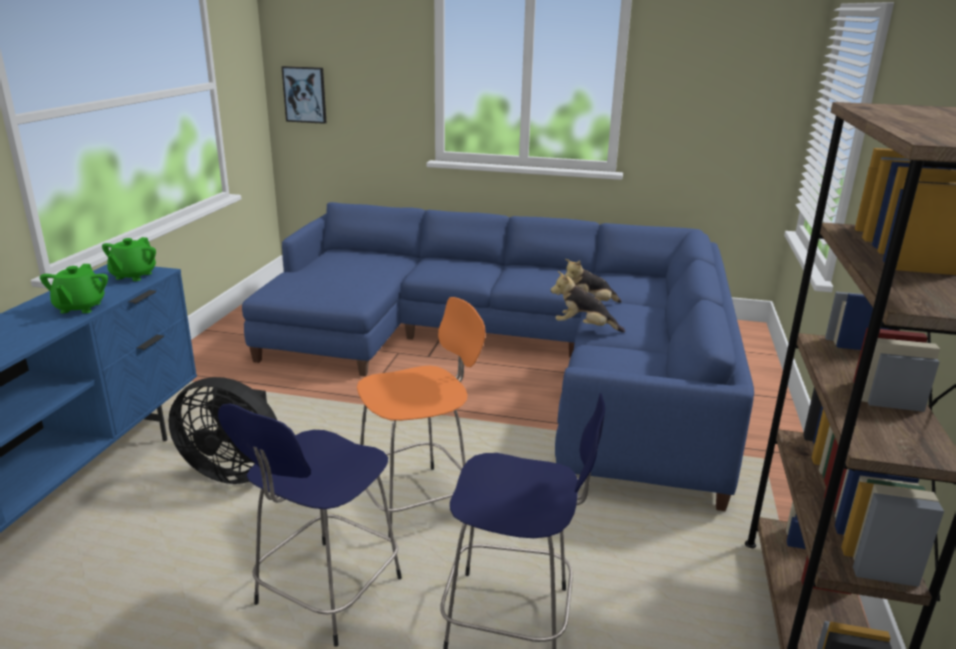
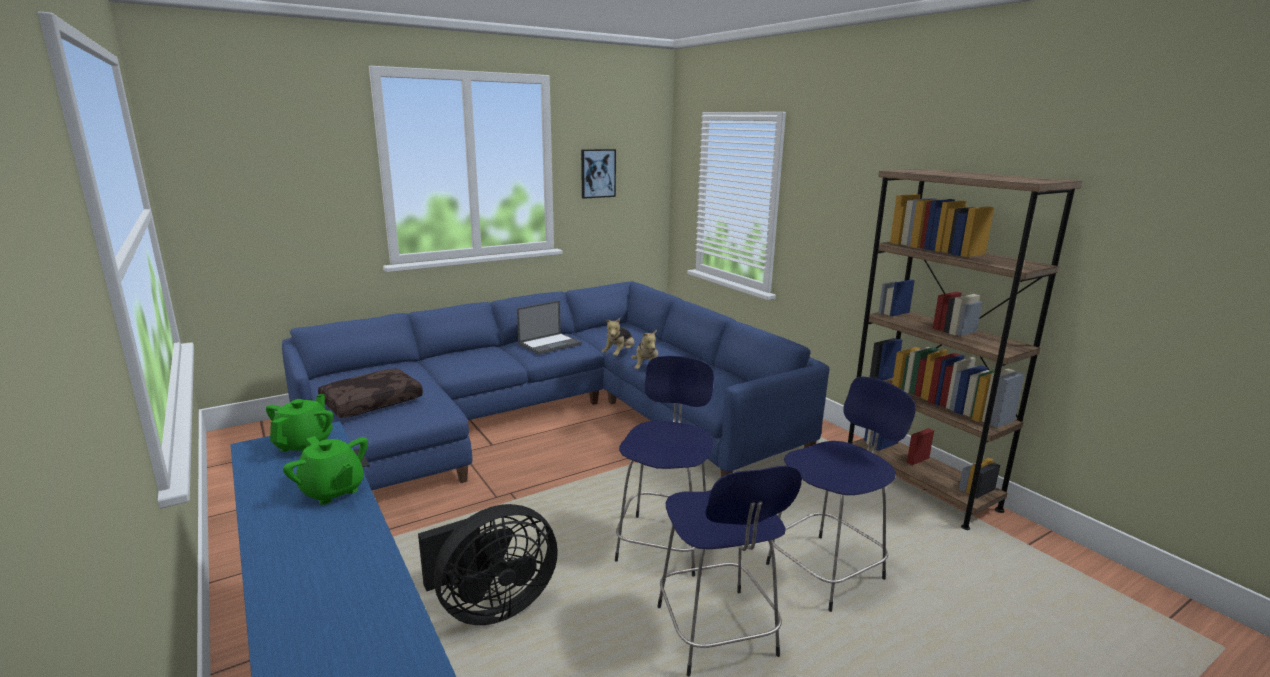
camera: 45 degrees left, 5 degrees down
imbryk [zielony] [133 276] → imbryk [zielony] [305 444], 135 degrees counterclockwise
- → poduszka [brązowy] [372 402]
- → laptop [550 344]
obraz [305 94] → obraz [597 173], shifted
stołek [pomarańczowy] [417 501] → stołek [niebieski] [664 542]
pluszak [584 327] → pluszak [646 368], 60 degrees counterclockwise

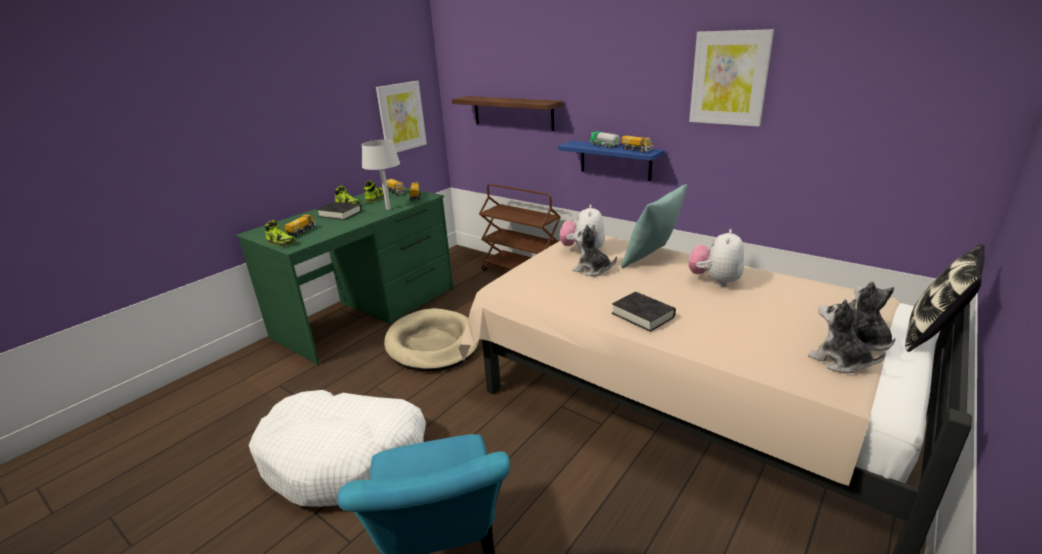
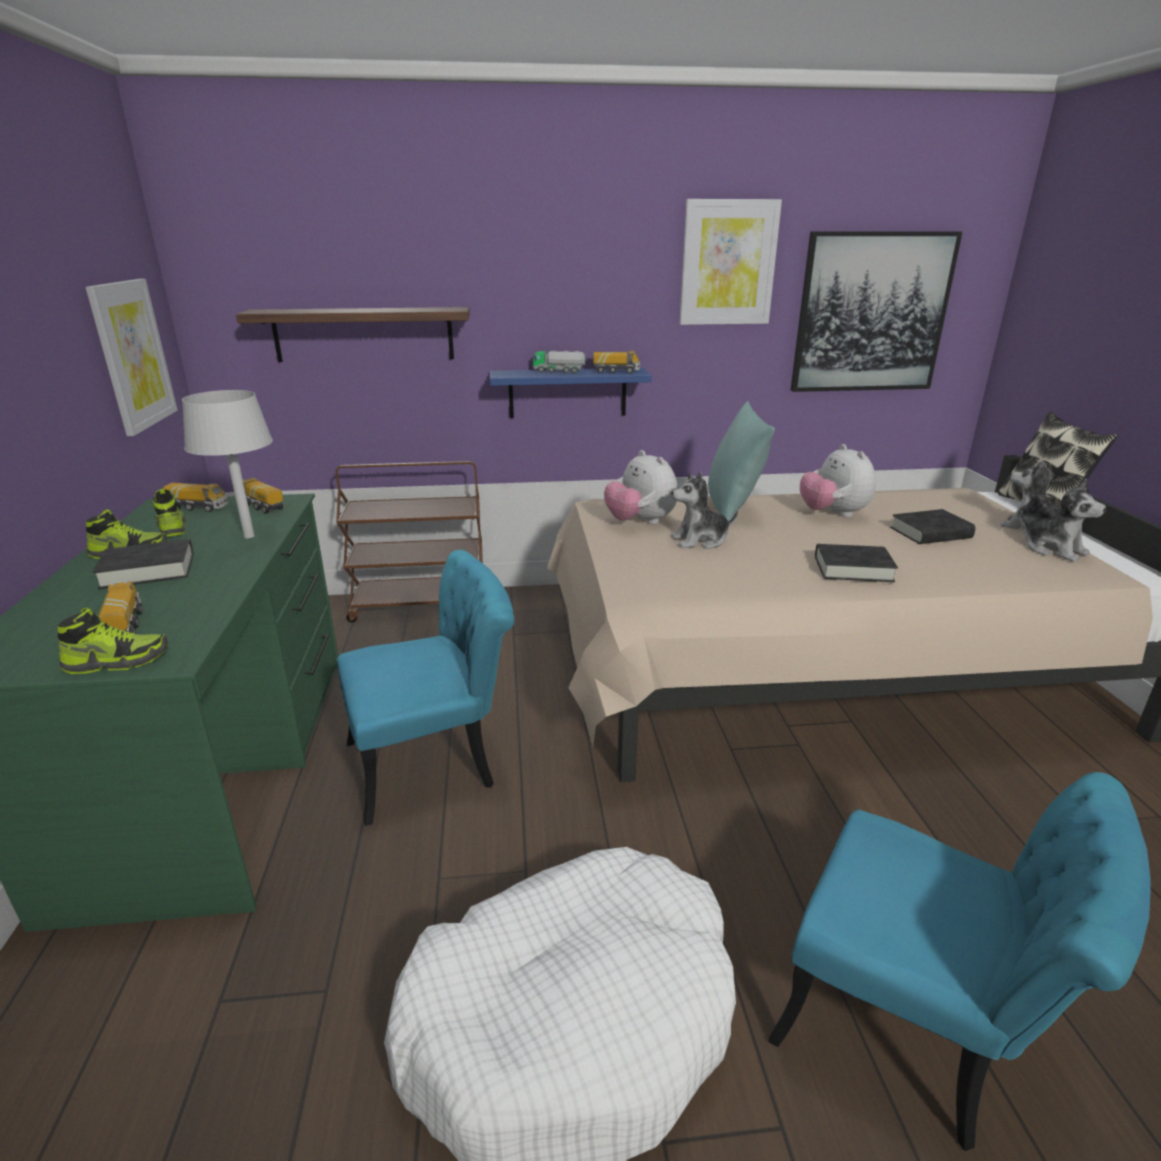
camera: 45 degrees left, 0 degrees up
legowisko [beżowy] [433 344] → krzesło [turkusowy] [436 761]
- → obraz [871 313]
- → książka [czarny] [930 533]
pluszak [839 361] → pluszak [1053 549], 135 degrees counterclockwise

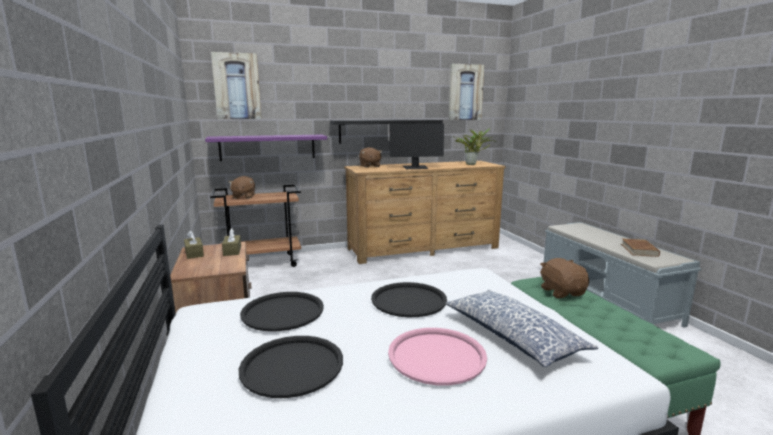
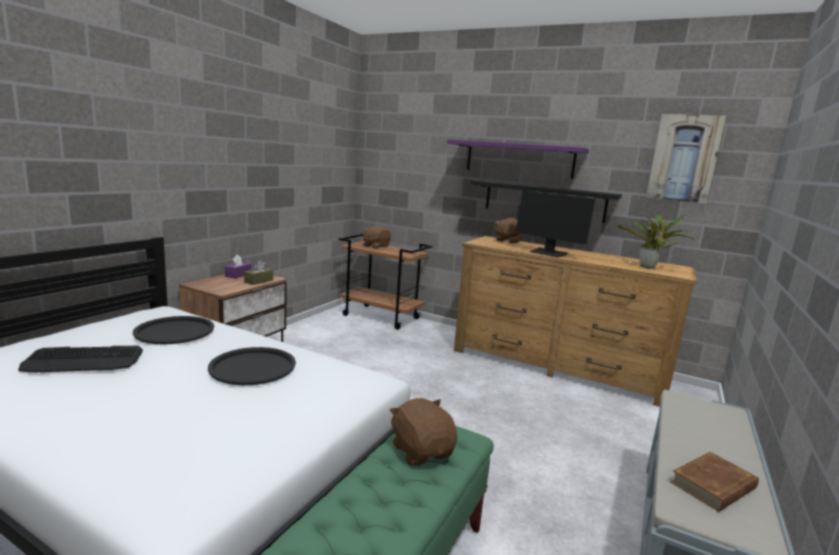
camera: 45 degrees right, 0 degrees up
taca [czarny] [292 366] → klawiatura [84 360]
pudełko chusteczek [brązowy] [194 253] → pudełko chusteczek [fioletowy] [238 275]
pluszak [brązowy] [562 292] → pluszak [brązowy] [422 451], 60 degrees counterclockwise
półka [fioletowy] [268 147] → półka [fioletowy] [519 159], shifted
obraz [237 86] → -
taca [różowy] [437 356] → -
poduszka [511 337] → -

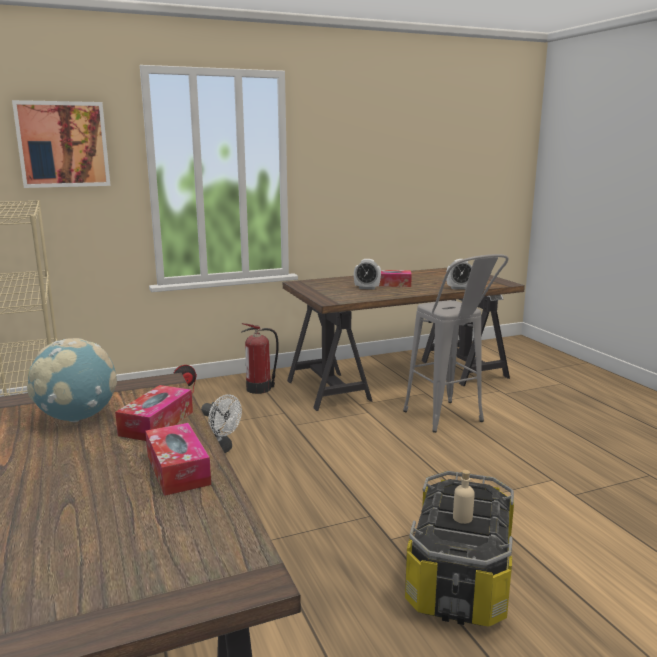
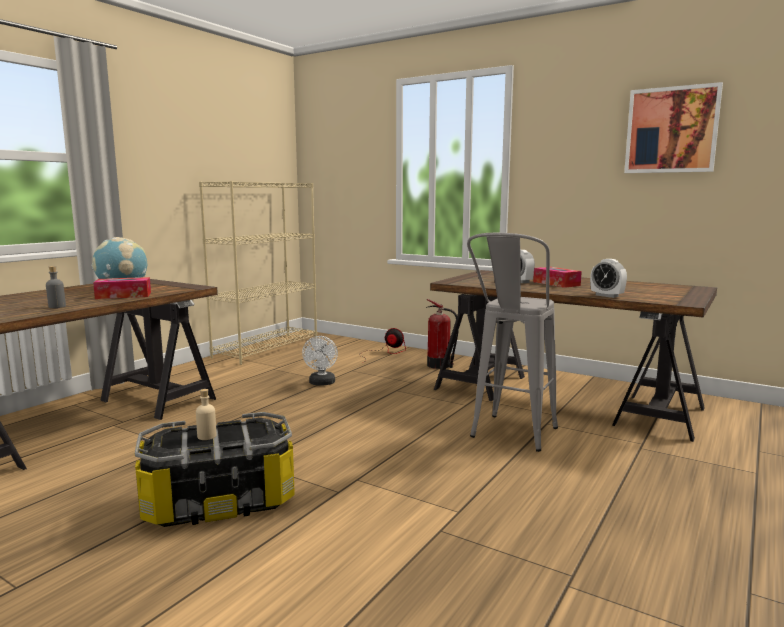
camera: 55 degrees right, 5 degrees down
pudełko chusteczek [178 469] → butelka [szary] [57 306]
obraz [63 144] → obraz [671 130], shifted

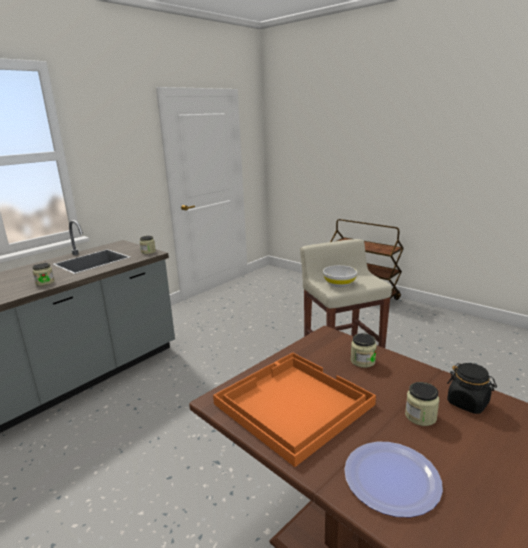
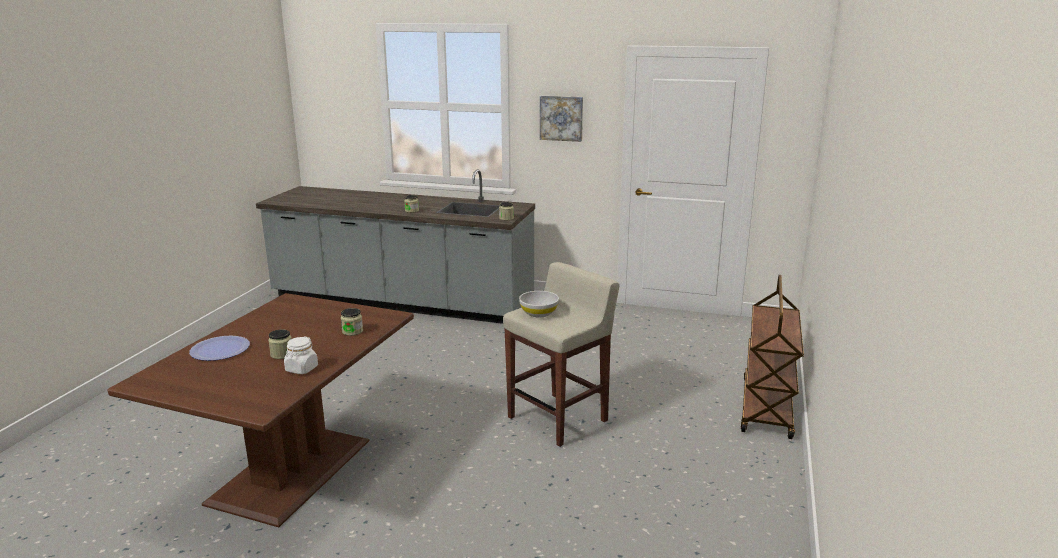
camera: 65 degrees right, 0 degrees up
słoik [czarny] [468 403] → słoik [biały] [301 369]
- → obraz [561 118]
taca [pomarańczowy] [291 404] → -

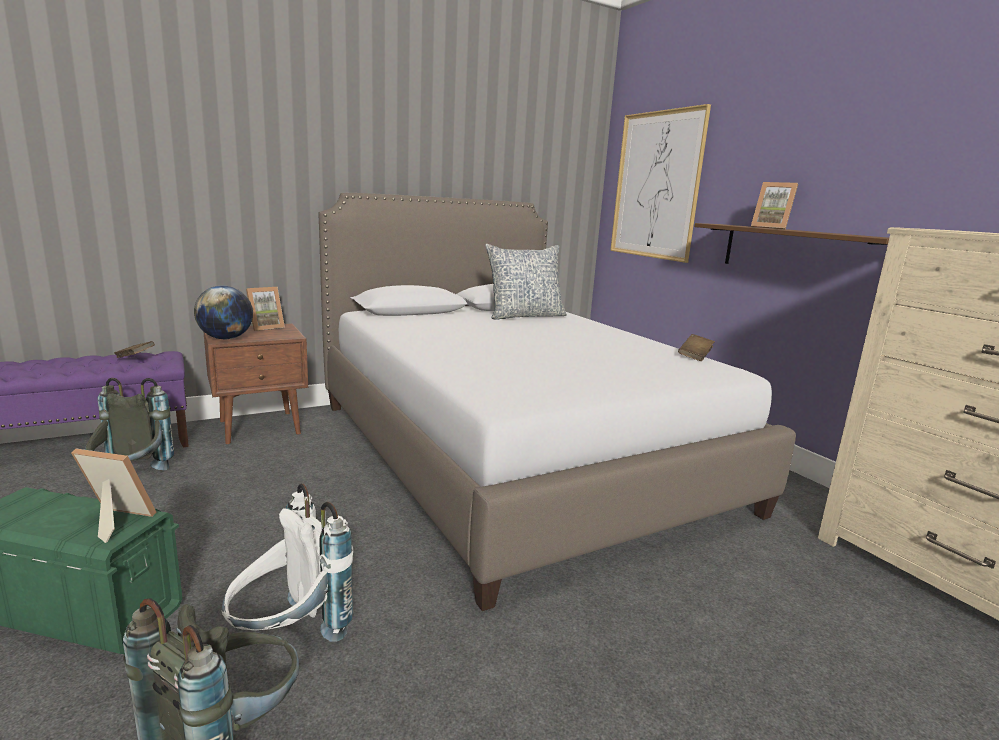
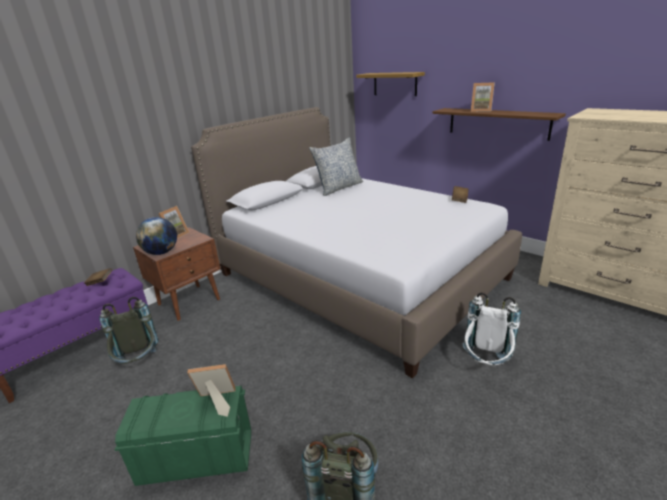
camera: 15 degrees left, 10 degrees up
obraz [656 185] → półka [395 84]
plecak [biały] [289 637] → plecak [biały] [486 365], shifted

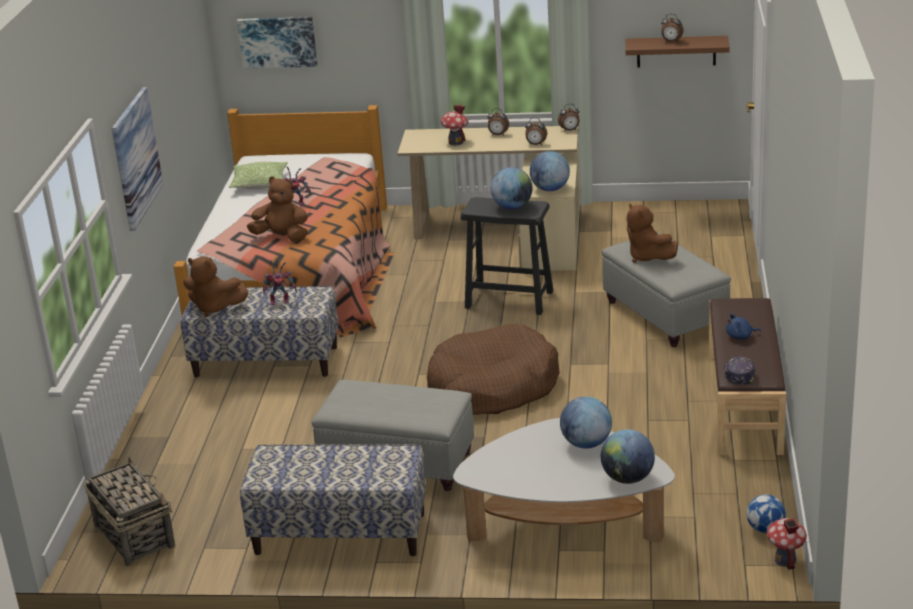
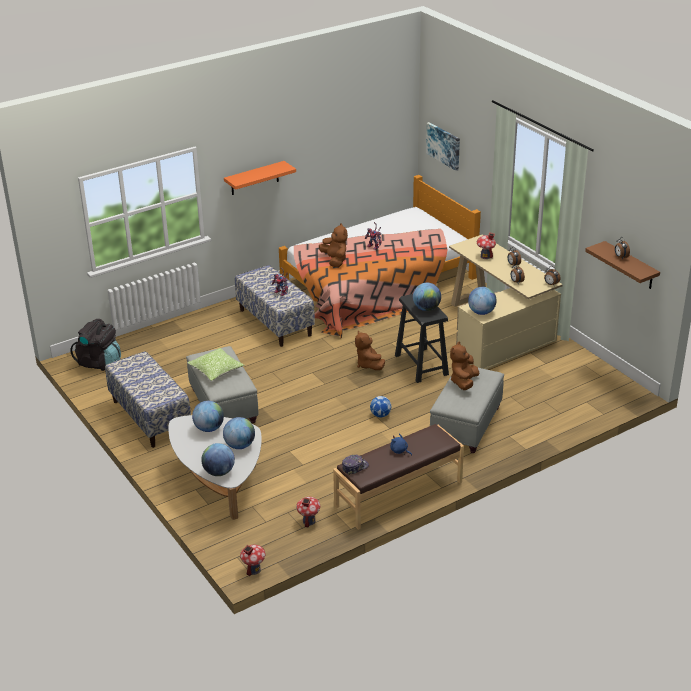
camera: 50 degrees right, 5 degrees up
koszyk [134 535] → plecak [czarny] [99 362]
poduszka [260 184] → poduszka [216 370], shifted
- → globus [209 428]
obraz [136 158] → półka [pomarańczowy] [254 178]
- → domek [309 521]
pluszak [brązowy] [214 308] → pluszak [brązowy] [369 365], shifted
piłka futbolowa [765 529] → piłka futbolowa [380 415], shifted
legowisko [brązowy] [492 387] → -

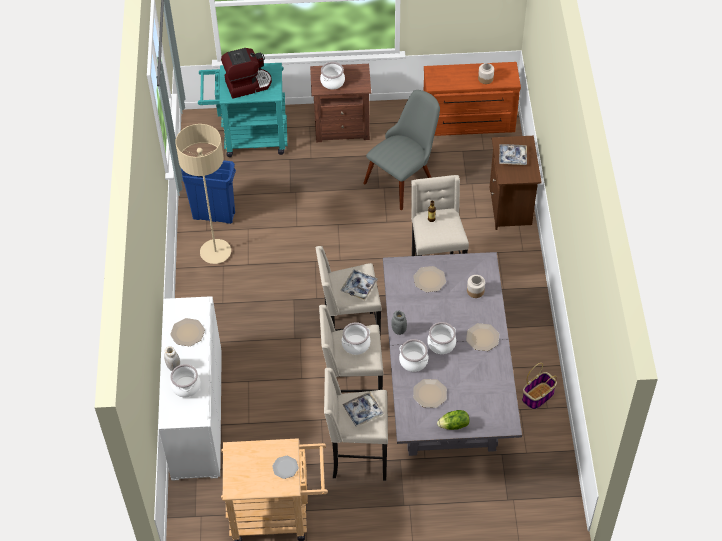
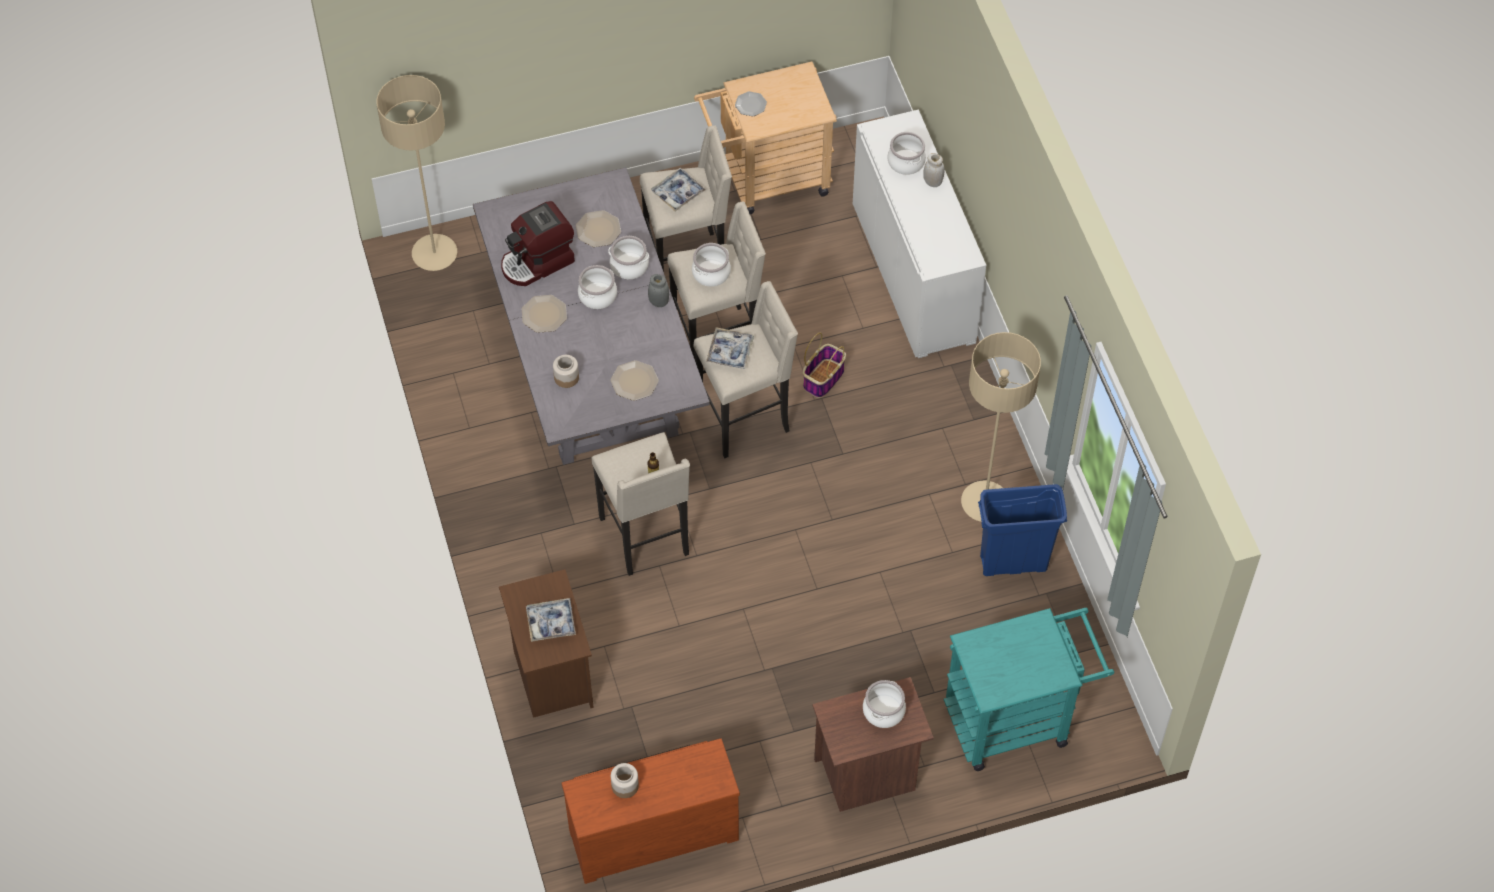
camera: 165 degrees right, 5 degrees up
- → lampa stojąca [beżowy] [434 254]
ekspres do kawy [248 84] → ekspres do kawy [538 262], shifted
koszyk [538 396] → koszyk [823 378], shifted
talerz [187 332] → -
krzesło [szary] [404 177] → -
sałata [454 425] → -

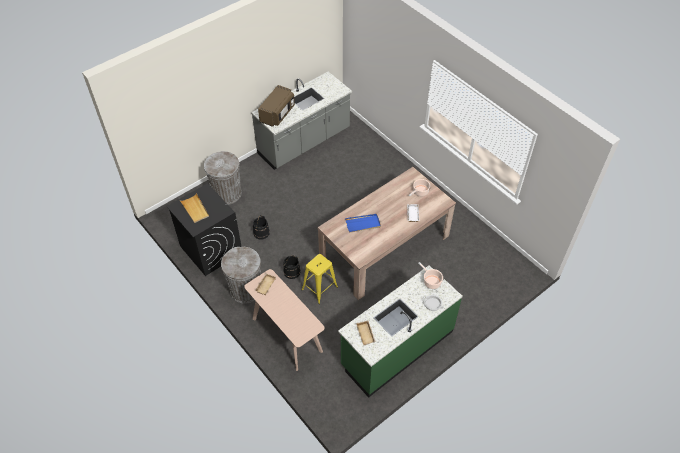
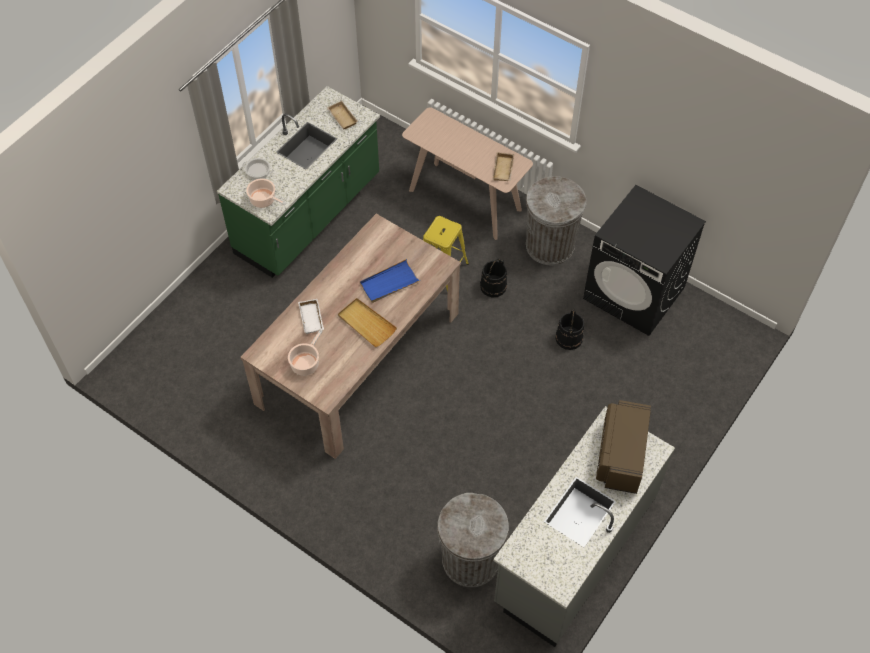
camera: 165 degrees right, 5 degrees up
taca [beżowy] [195 209] → taca [beżowy] [366 324], shifted
kosz na śmieci [szary] [227 193] → kosz na śmieci [szary] [471 560], shifted

